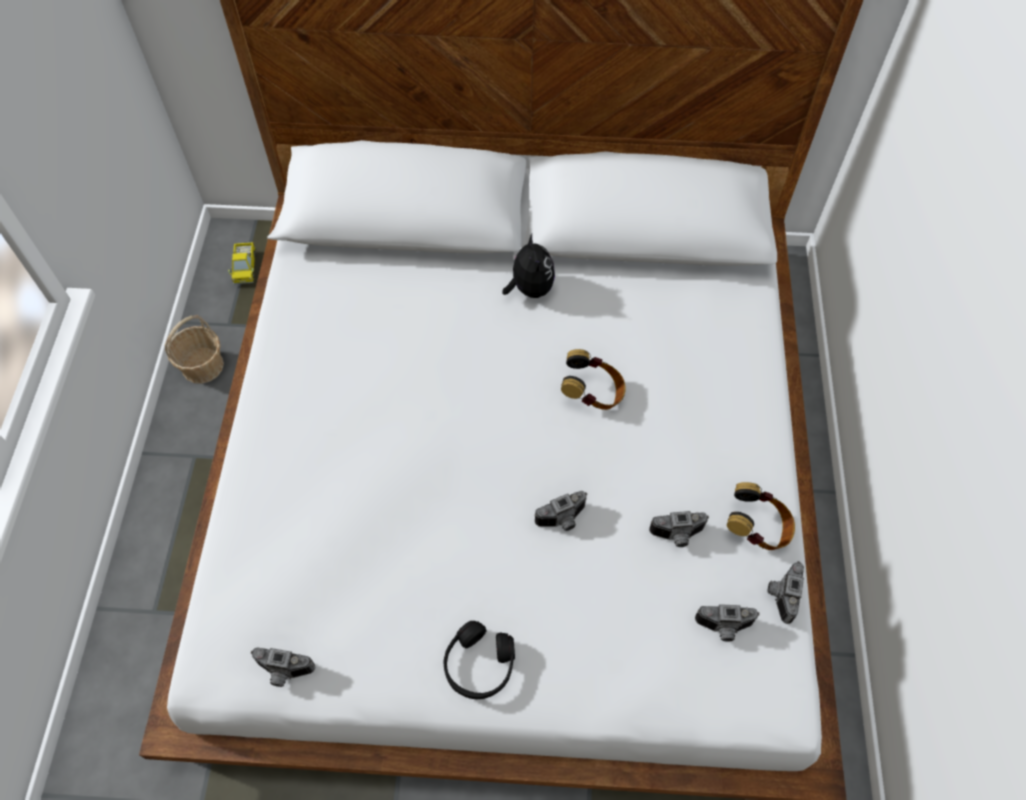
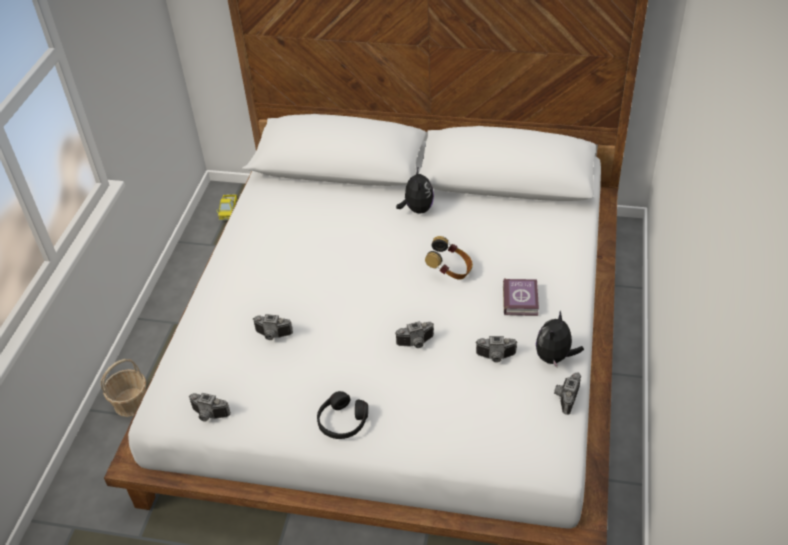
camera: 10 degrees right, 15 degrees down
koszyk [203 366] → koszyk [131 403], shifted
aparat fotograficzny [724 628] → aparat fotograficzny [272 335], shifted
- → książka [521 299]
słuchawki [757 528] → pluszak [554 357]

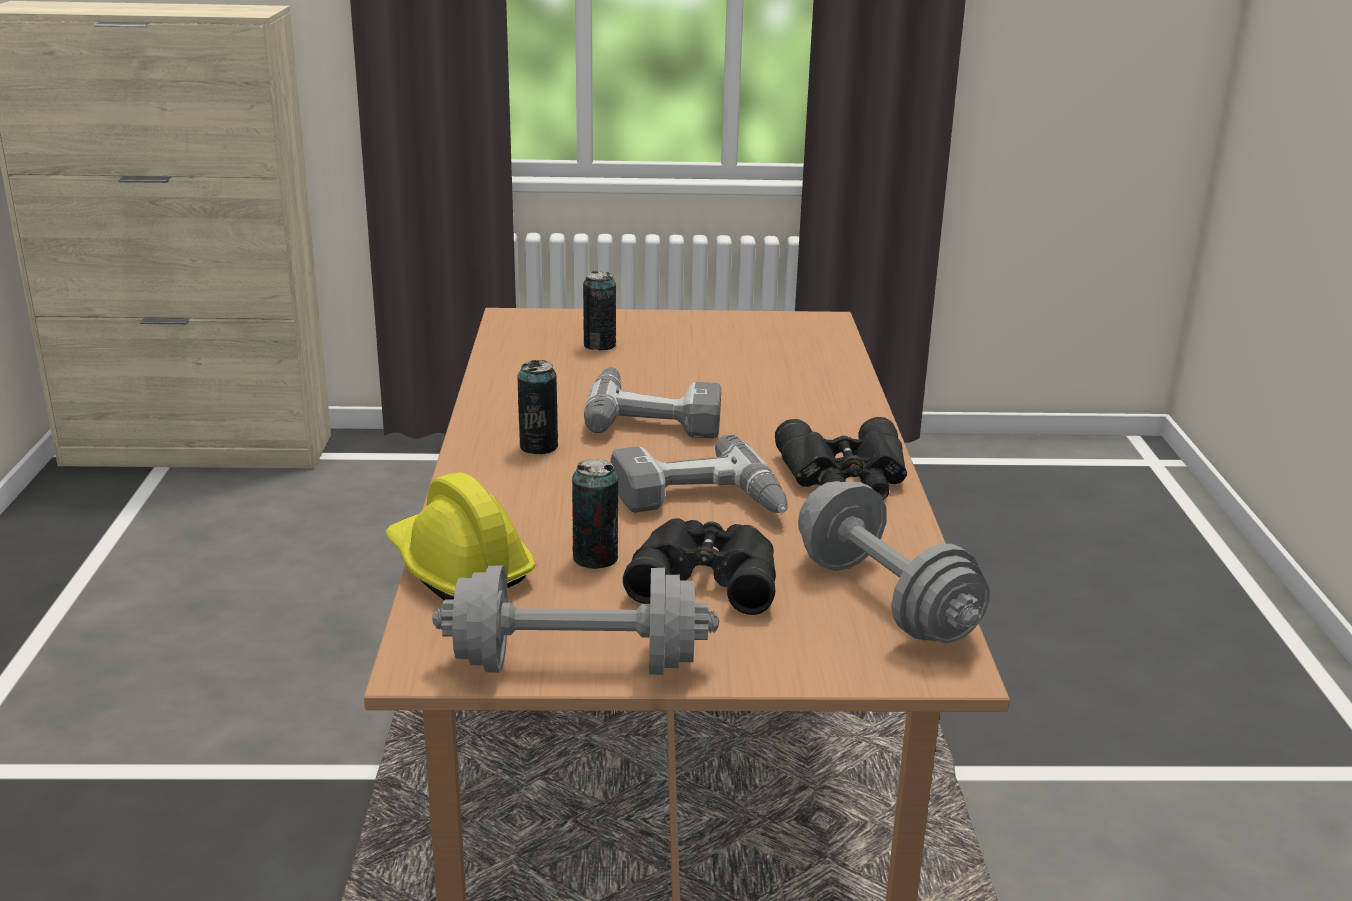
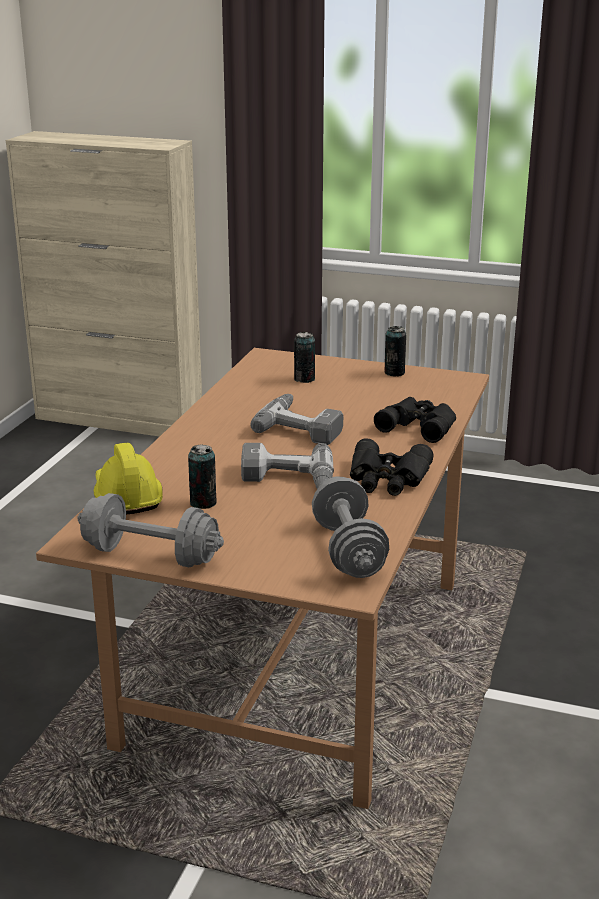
camera: 20 degrees right, 0 degrees up
lornetka [czarny] [705 575] → lornetka [czarny] [419 426], shifted
puszka [538 446] → puszka [394 373], shifted

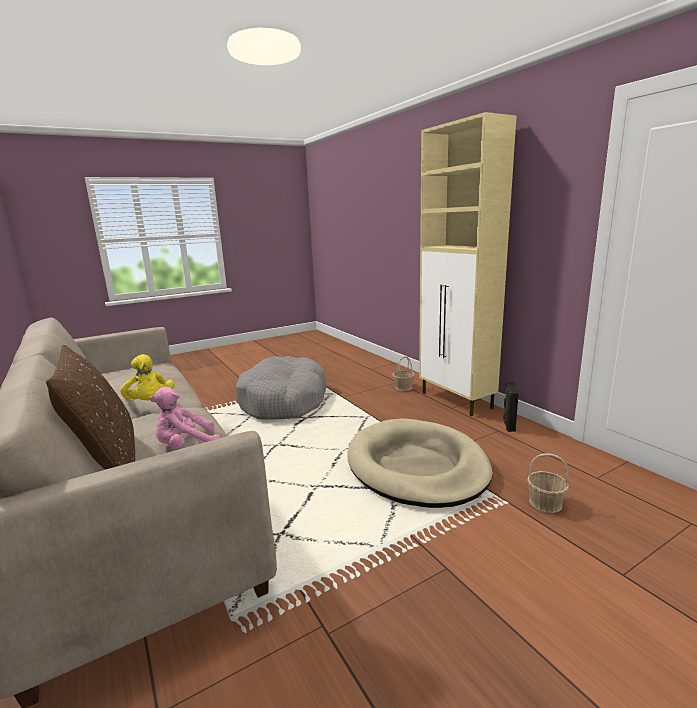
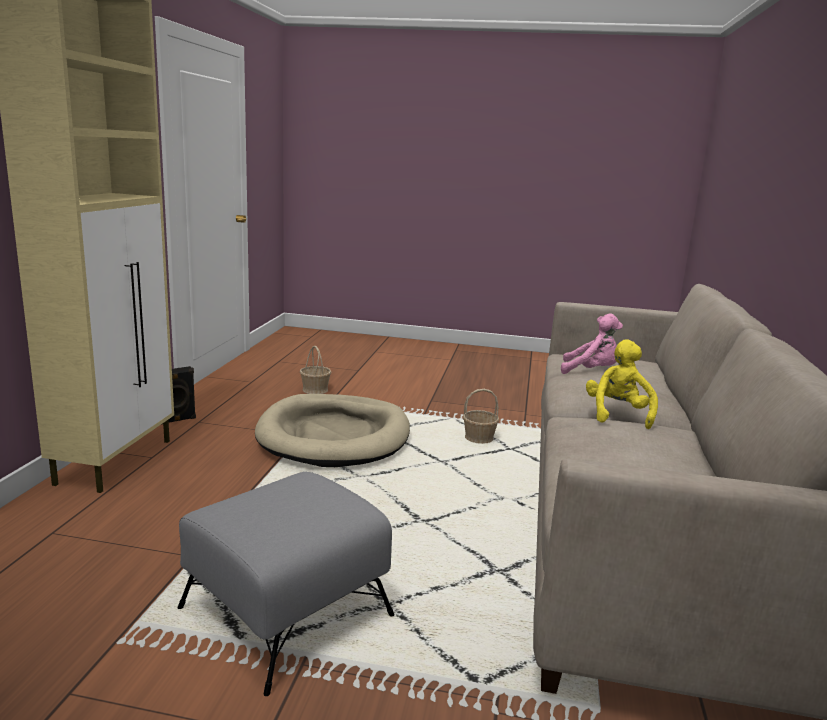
camera: 140 degrees left, 0 degrees up
legowisko [szary] [284 401] → pufa [szary] [284 613]
koszyk [403 387] → koszyk [479 439], shifted
poduszka [brązowy] [108 464] → -

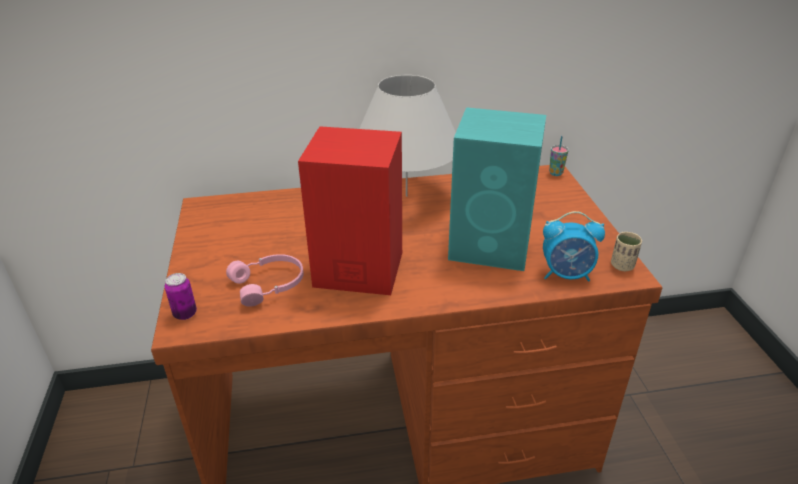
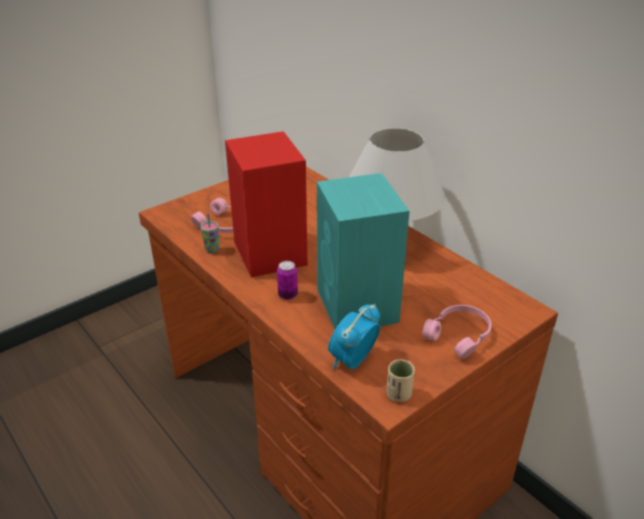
camera: 60 degrees right, 0 degrees up
filiżanka [555 173] → filiżanka [212 249], shifted
puszka [185 313] → puszka [288 295], shifted
budzik [566 275] → budzik [352 361], 60 degrees clockwise
- → słuchawki [różowy] [460 335]

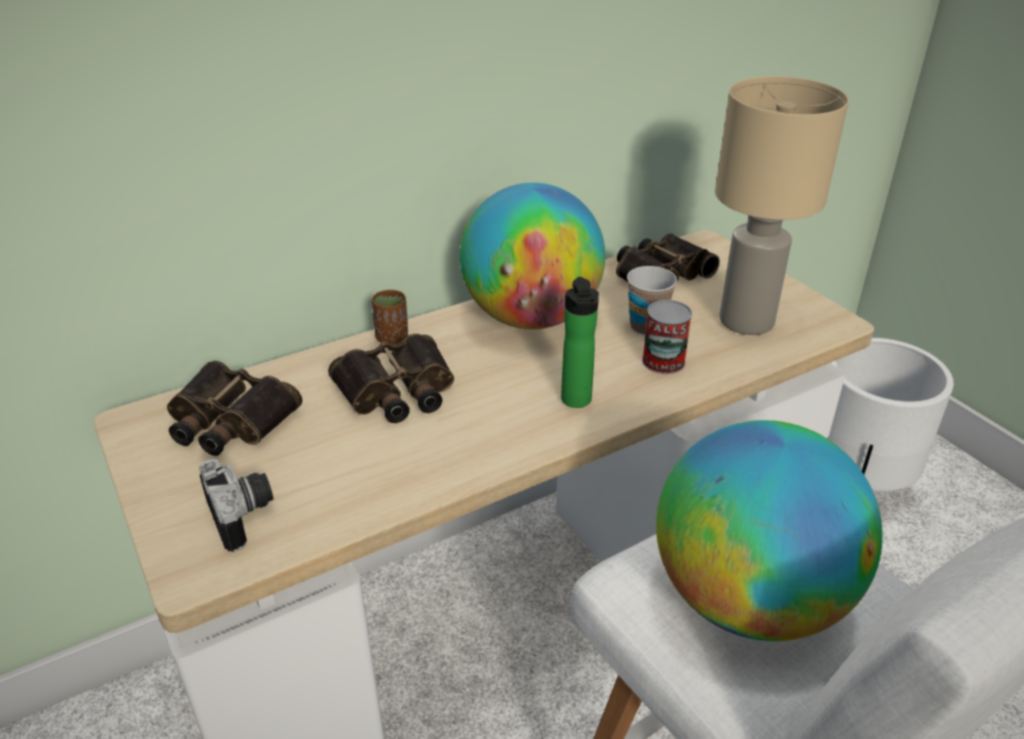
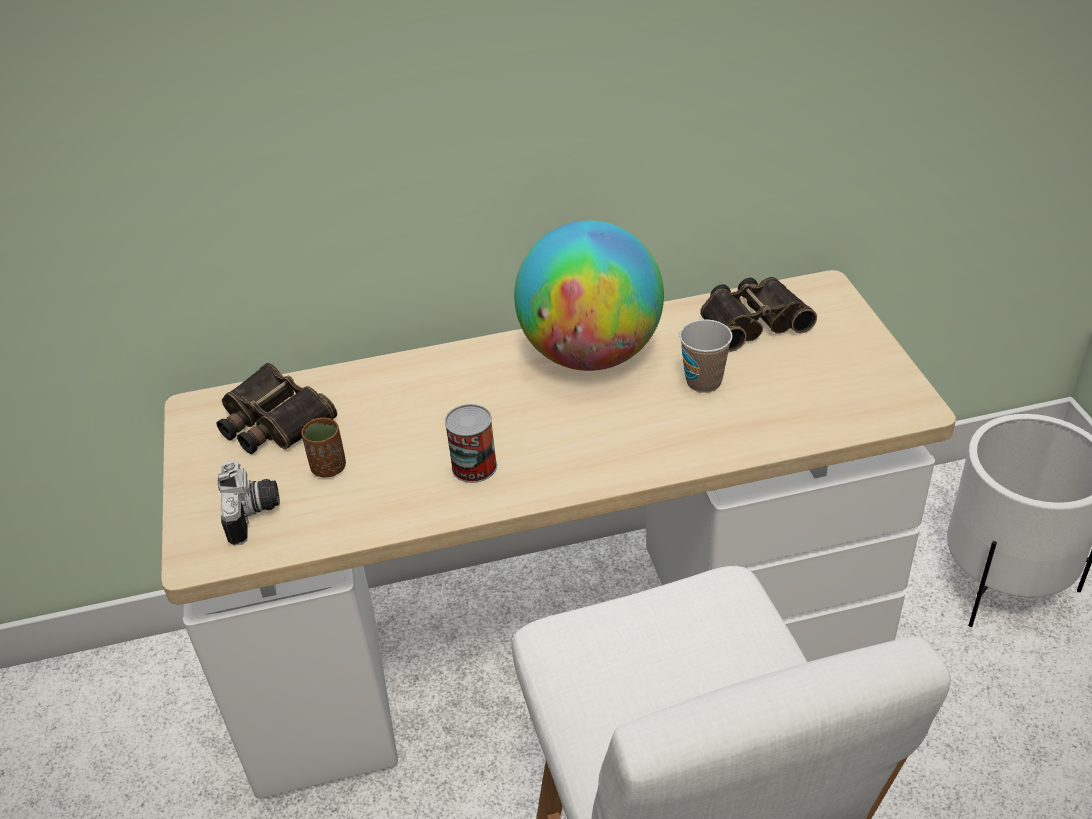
camera: 20 degrees right, 5 degrees up
filiżanka [brązowy] [392 338] → filiżanka [brązowy] [329 468], shifted
puszka [663 361] → puszka [474 466], shifted
lornetka [397 391] → -
butelka [577 402] → -
globus [749 599] → -
lampa stołowa [beżowy] [745 321] → -

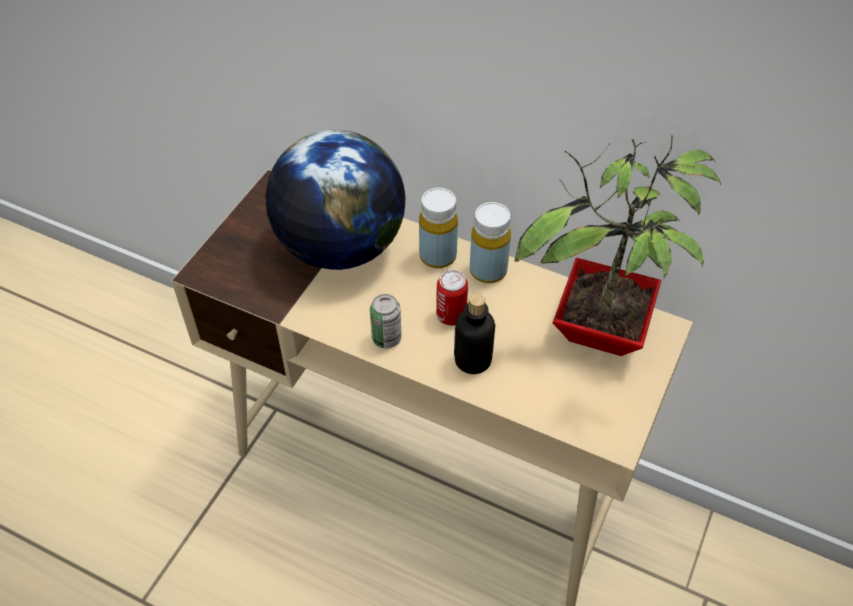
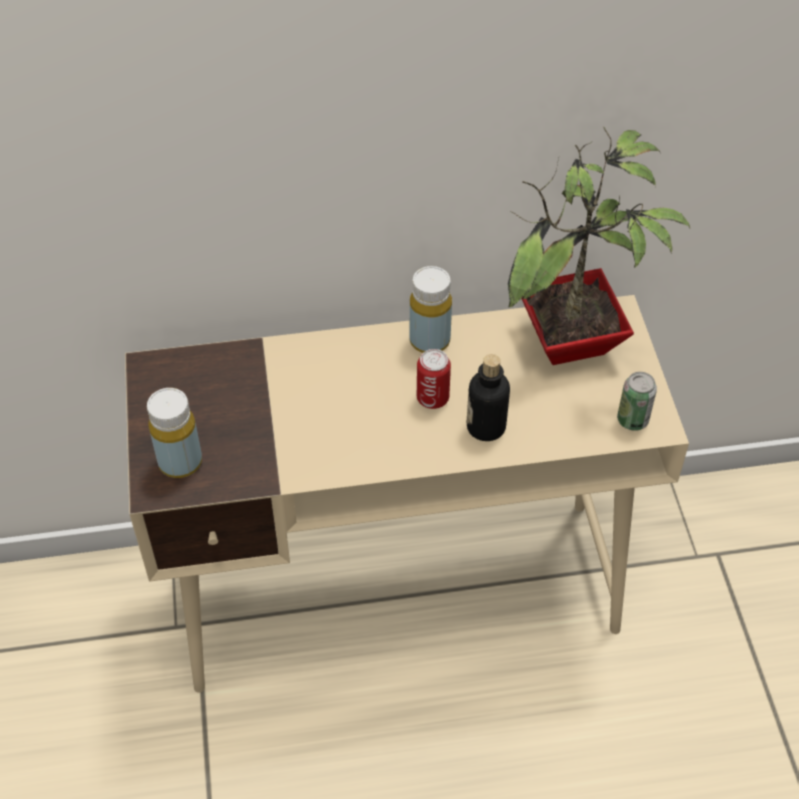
camera: 35 degrees left, 0 degrees up
butelka [żółty] [437 256] → butelka [żółty] [180 462], shifted
puszka [386 338] → puszka [632 420], shifted
globus [340 247] → -

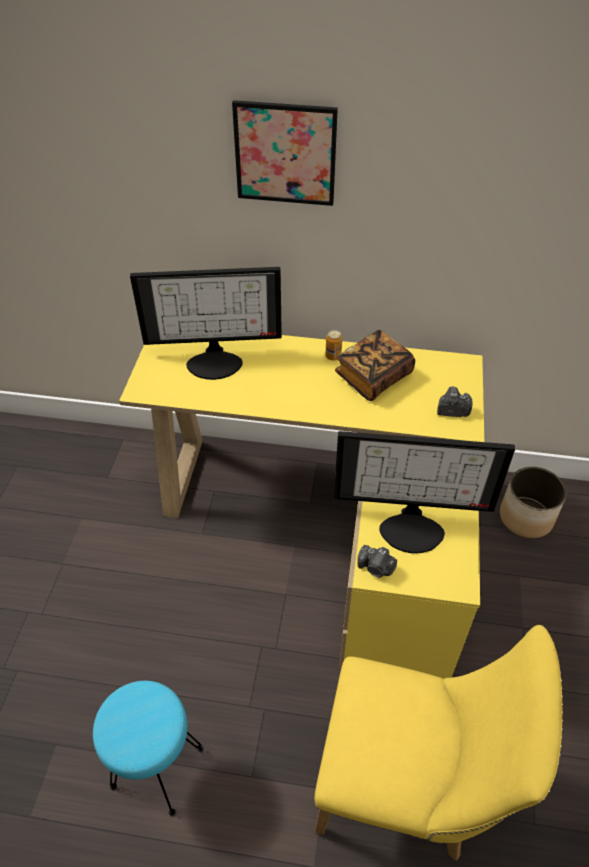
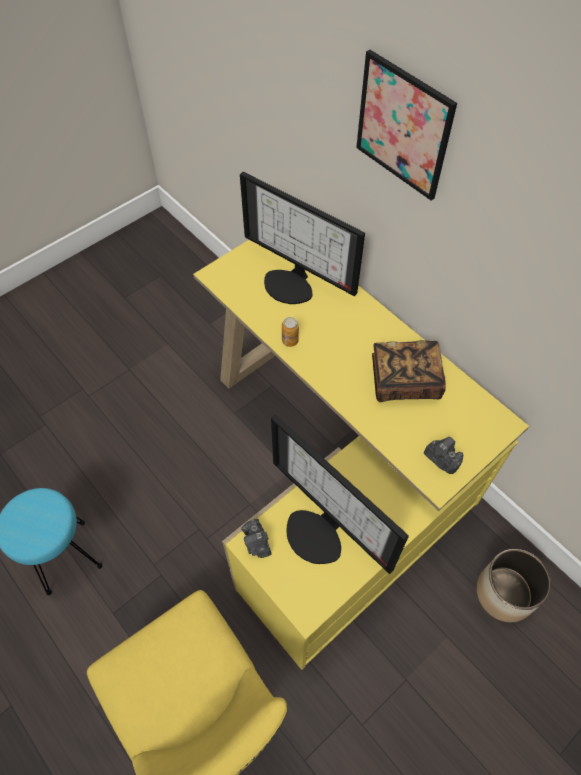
camera: 40 degrees right, 10 degrees up
puszka [333 356] → puszka [290 341], shifted

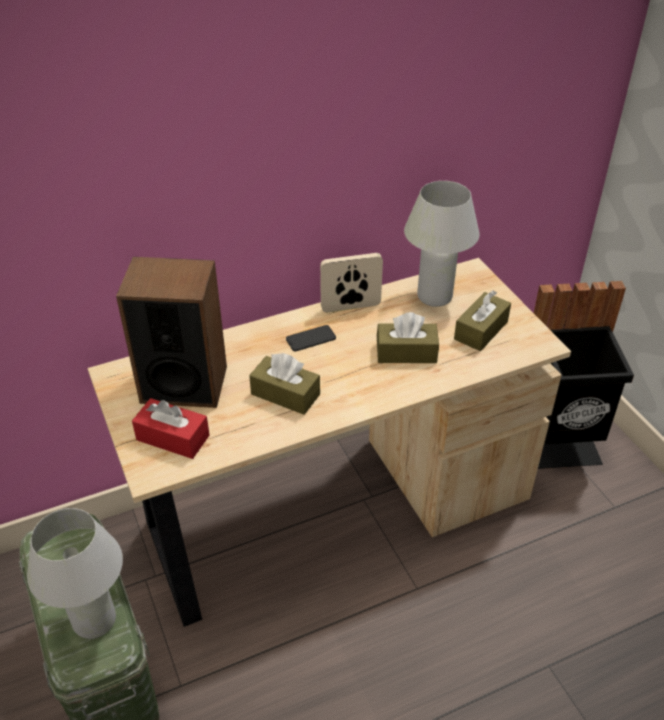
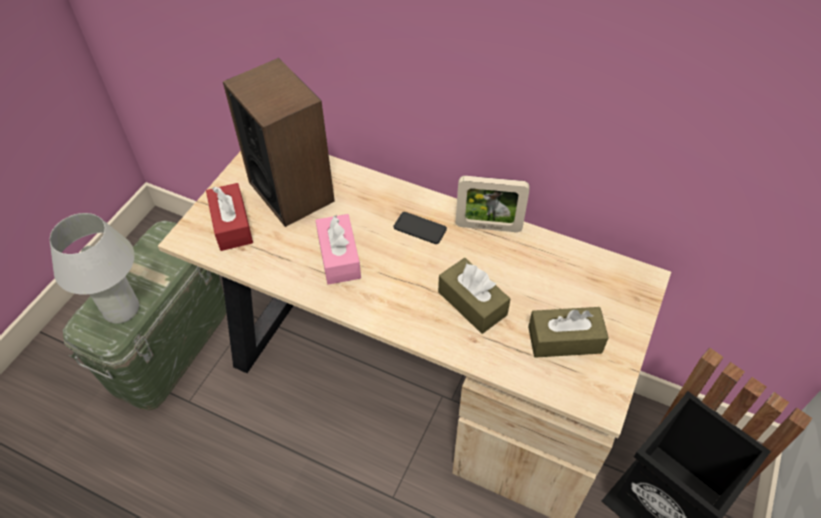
camera: 50 degrees right, 10 degrees up
pudełko chusteczek [brązowy] [285 394] → pudełko chusteczek [różowy] [339 257]
ramka na zdjęcie [350 307] → ramka na zdjęcie [488 227], 150 degrees clockwise
lampa stołowa [biały] [434 296] → -

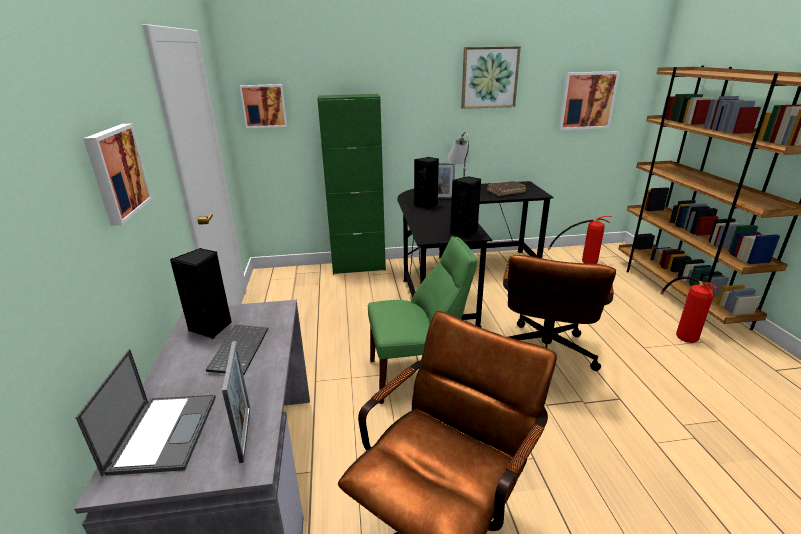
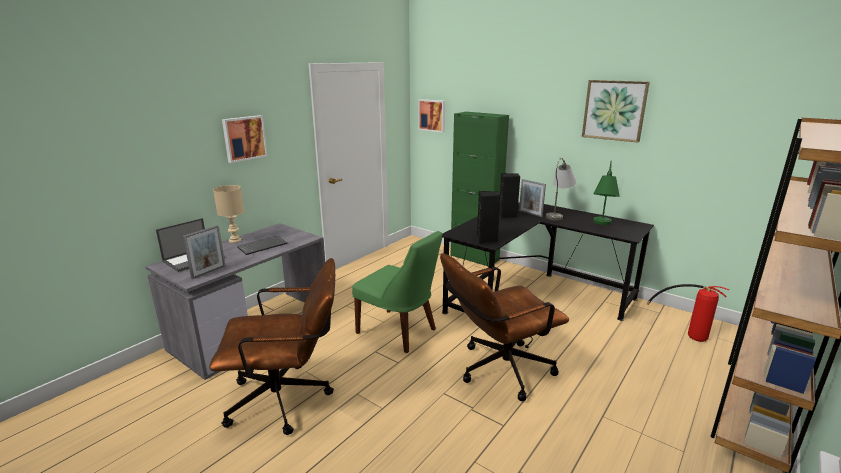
camera: 45 degrees right, 5 degrees down
- → lampa stołowa [beżowy] [234 241]
książka [brązowy] [506 192] → lampa stołowa [zielony] [601 225]
głośnik [czarny] [212 327] → -
obraz [587 100] → -
gaśnica [680 331] → -

